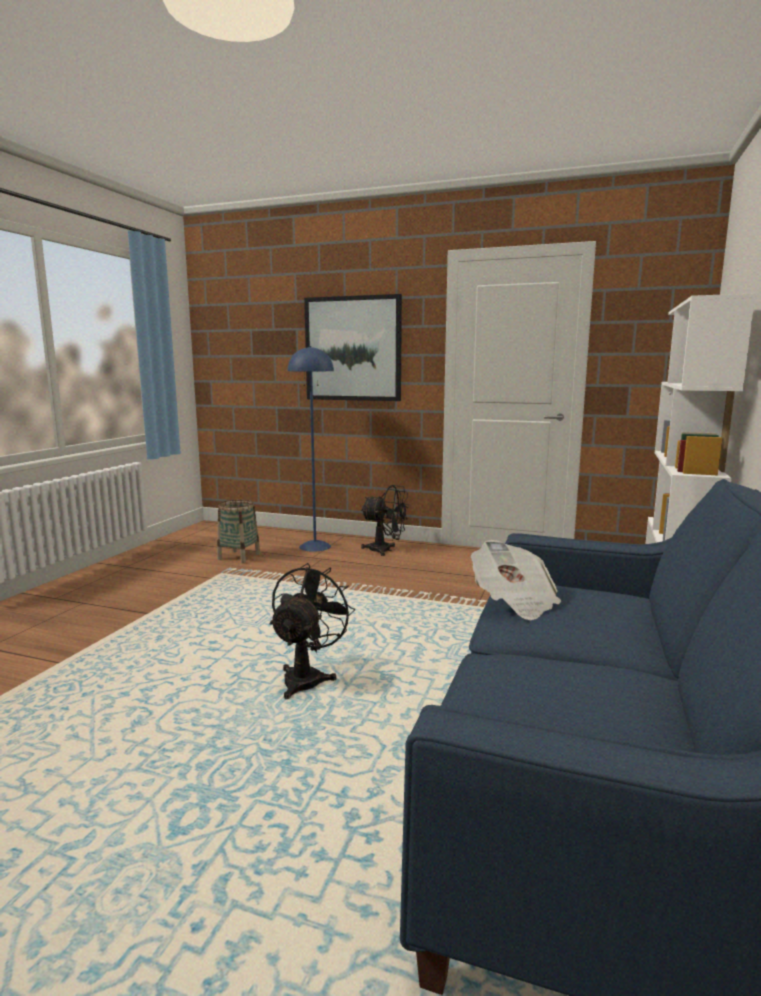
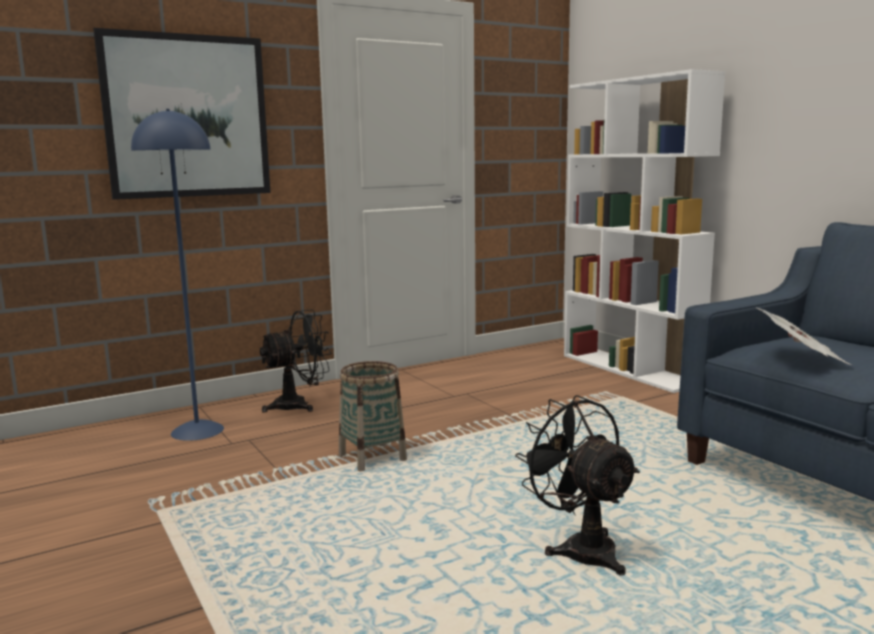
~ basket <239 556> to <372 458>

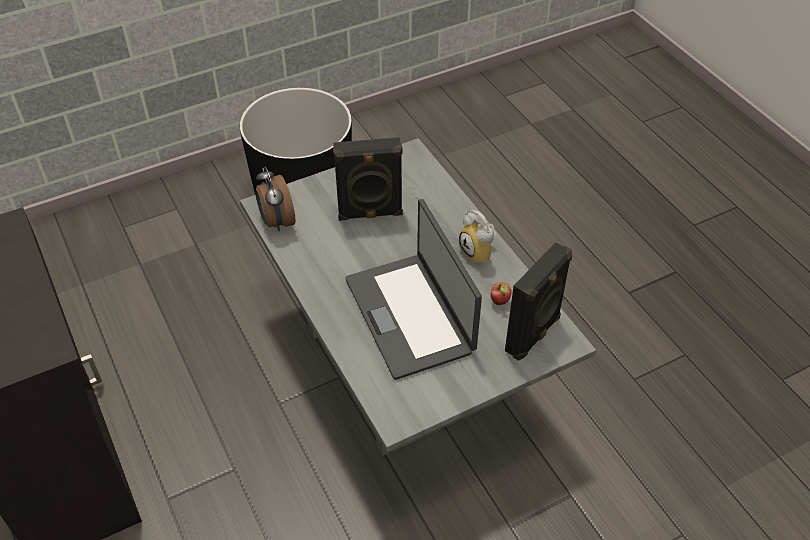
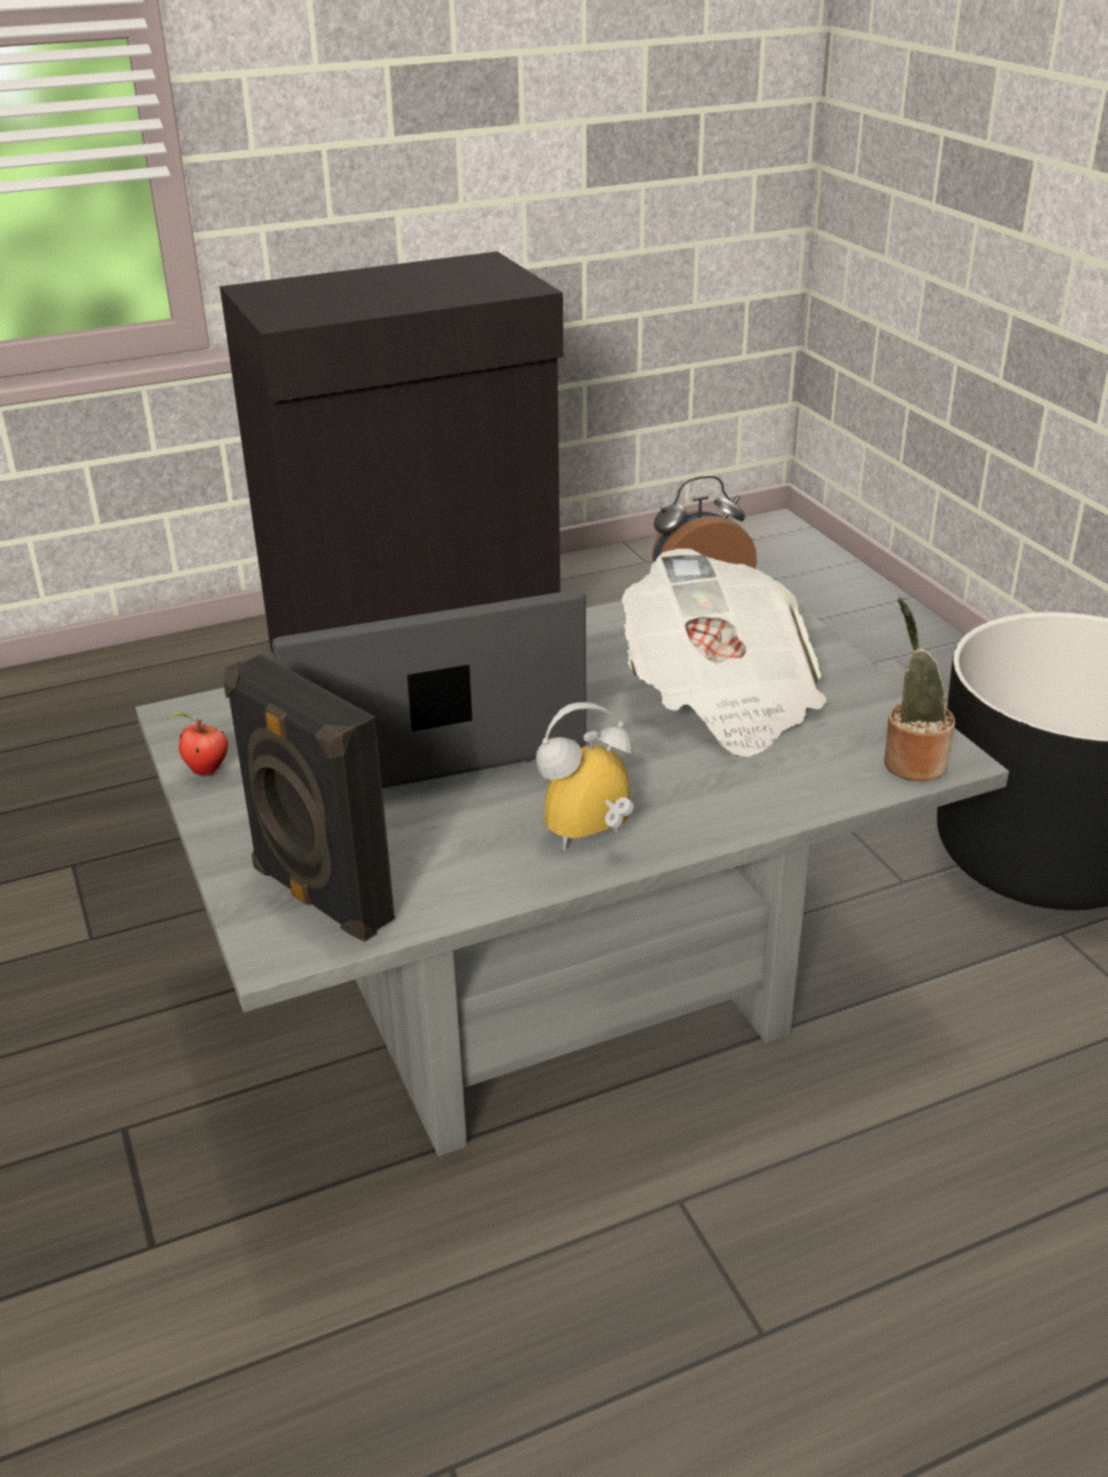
~ black-coloured loudspeaker <370 214> to printed paper <721 699>
~ apple fruit <500 302> to <204 770>
+ houseplant <910 762>

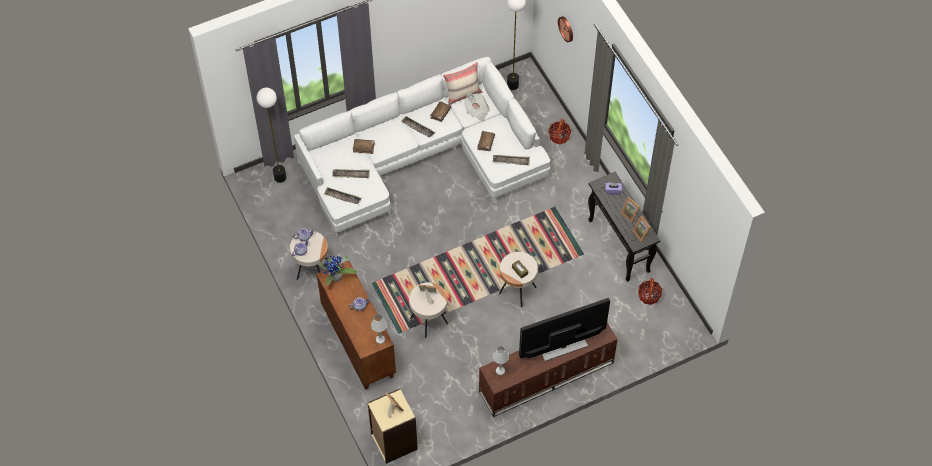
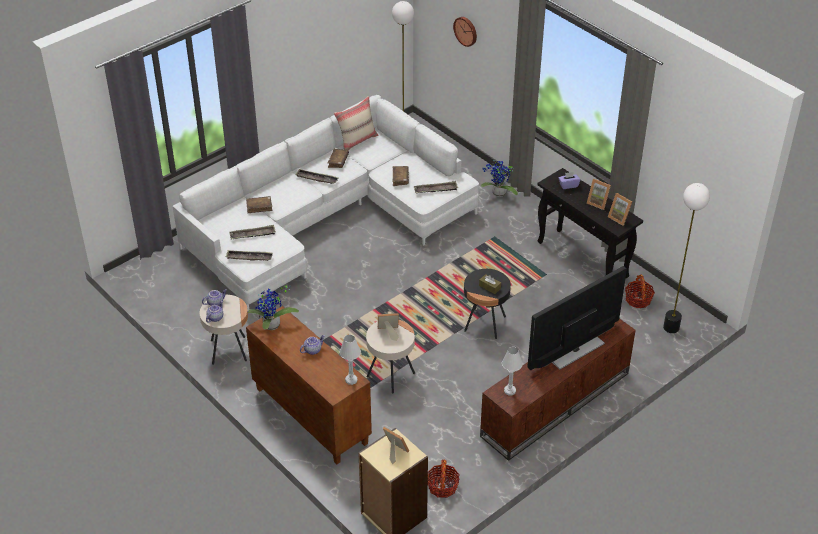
~ standing lamp <280 177> to <671 327>
- printed paper <477 111>
~ basket <559 136> to <442 486>
~ sand-coloured end table <517 290> to black-coloured end table <485 324>
+ houseplant <498 194>

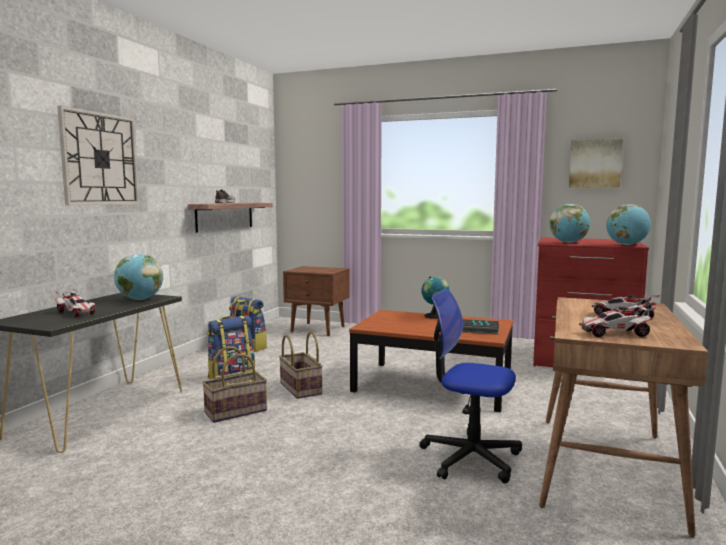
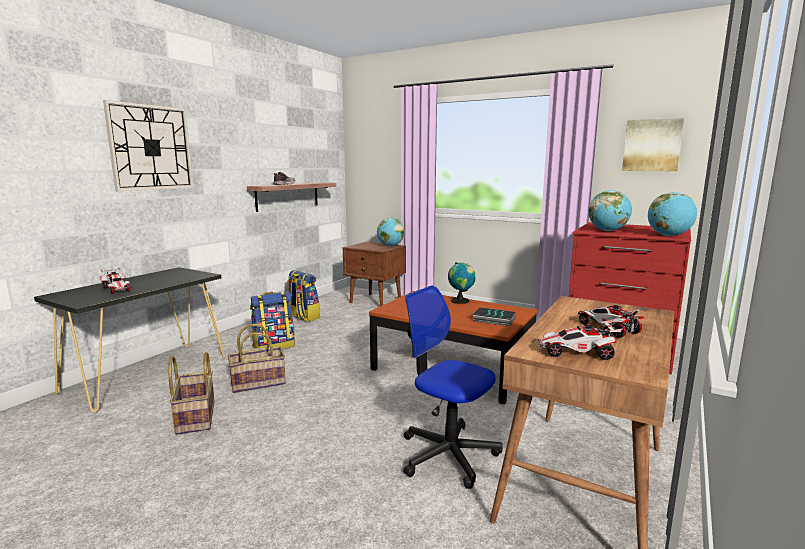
~ desk globe <140 299> to <390 246>
~ basket <299 388> to <194 417>

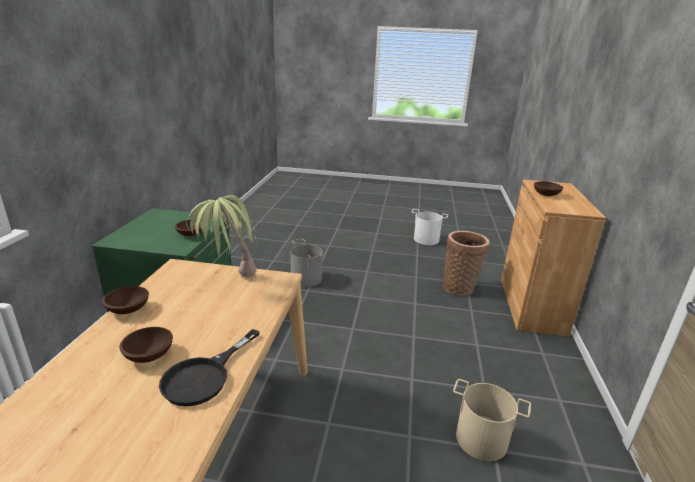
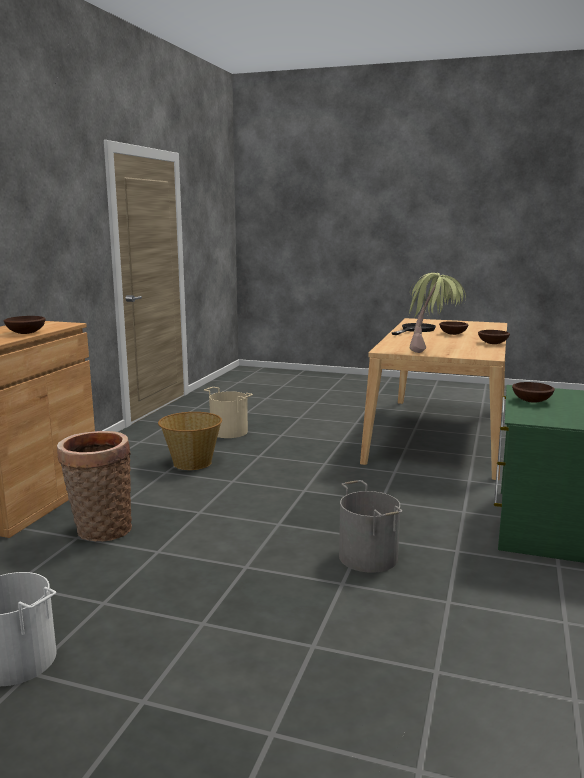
+ basket <192 463>

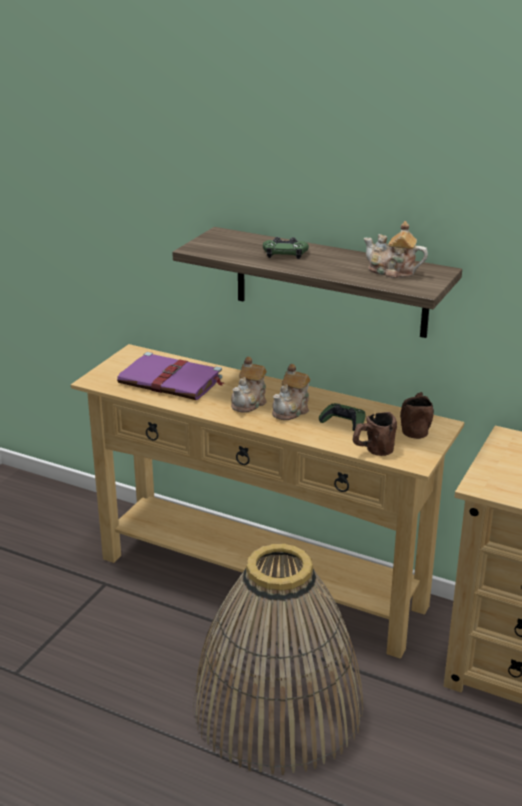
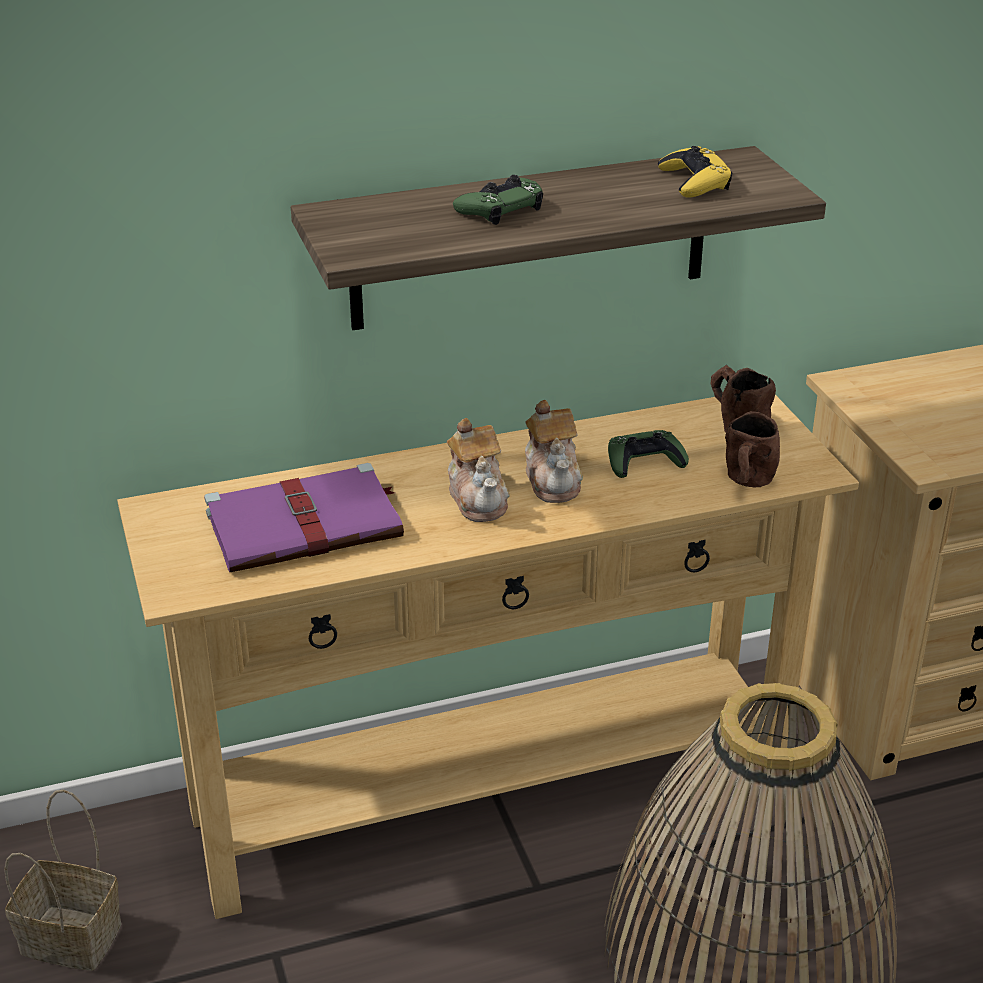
~ pot for tea <392 271> to yellow gamepad <694 182>
+ basket <67 939>

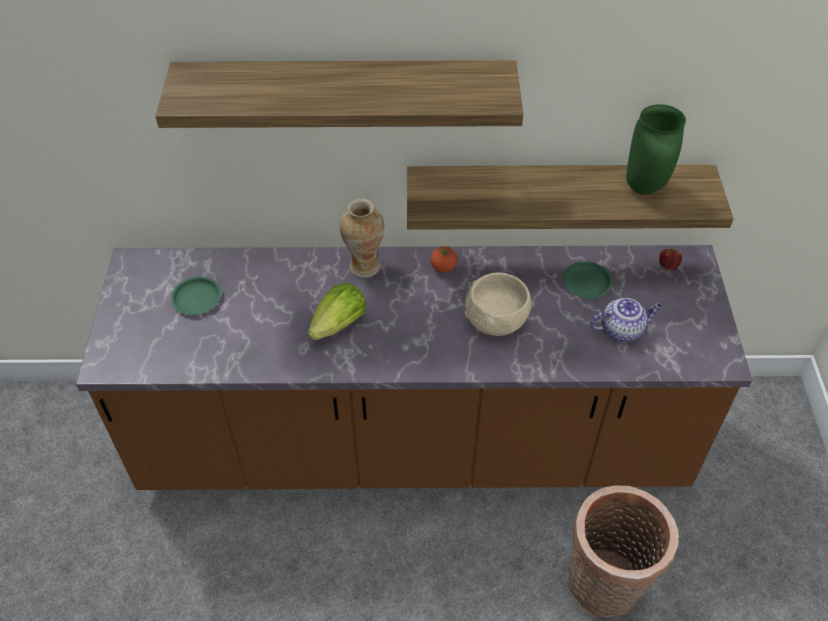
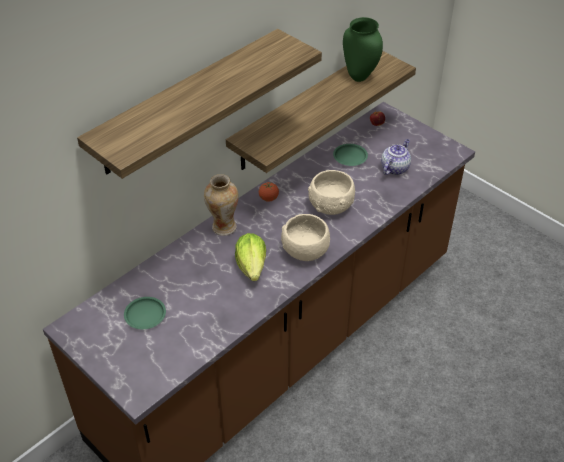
- basket <604 587>
+ sand-coloured serving bowl <304 251>

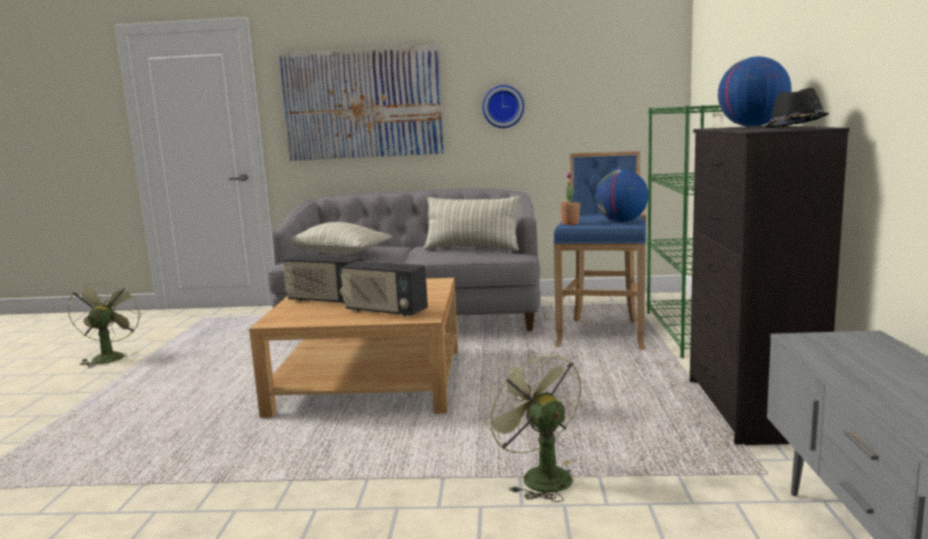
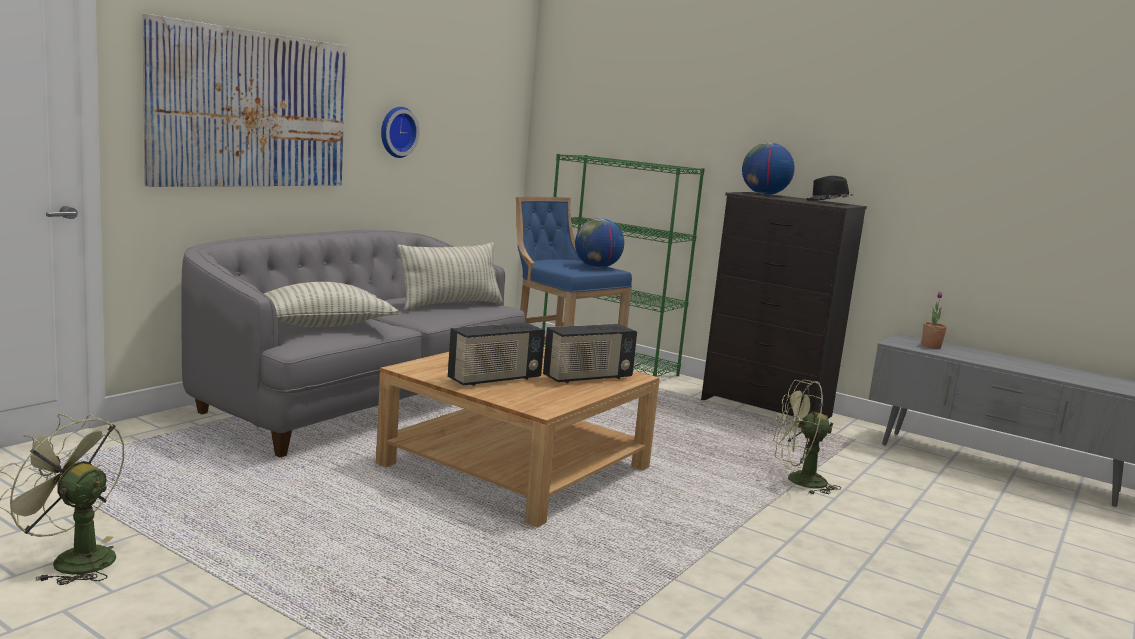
~ houseplant <570 223> to <931 346>

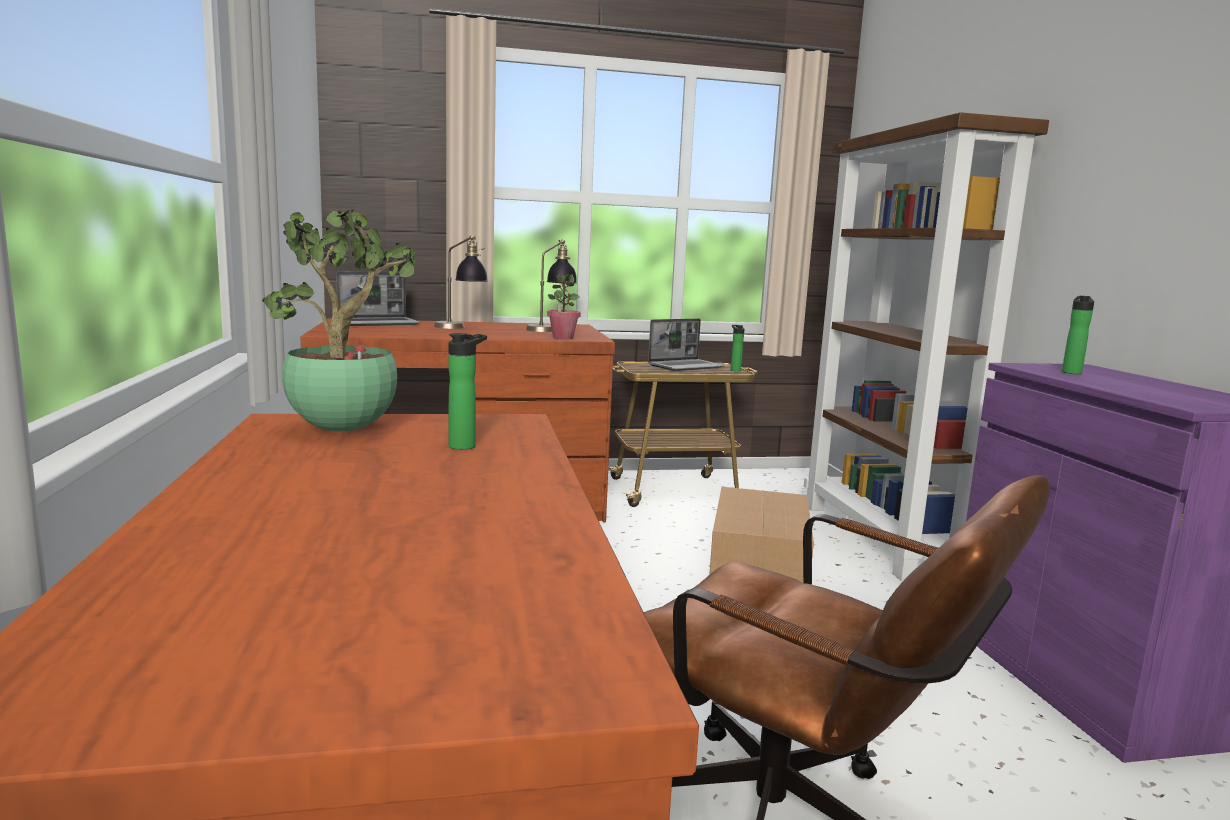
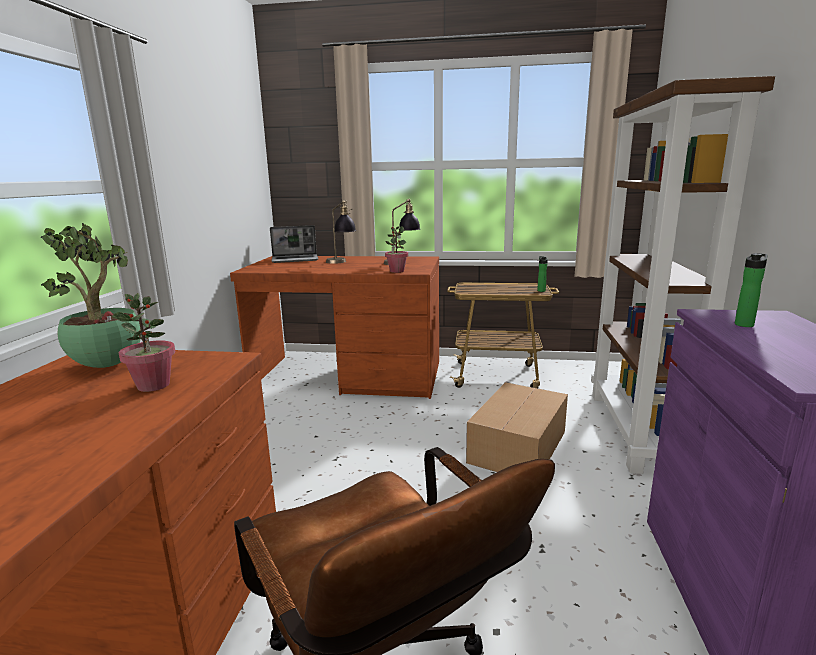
- laptop <686 366>
~ beverage bottle <466 446> to houseplant <153 385>

